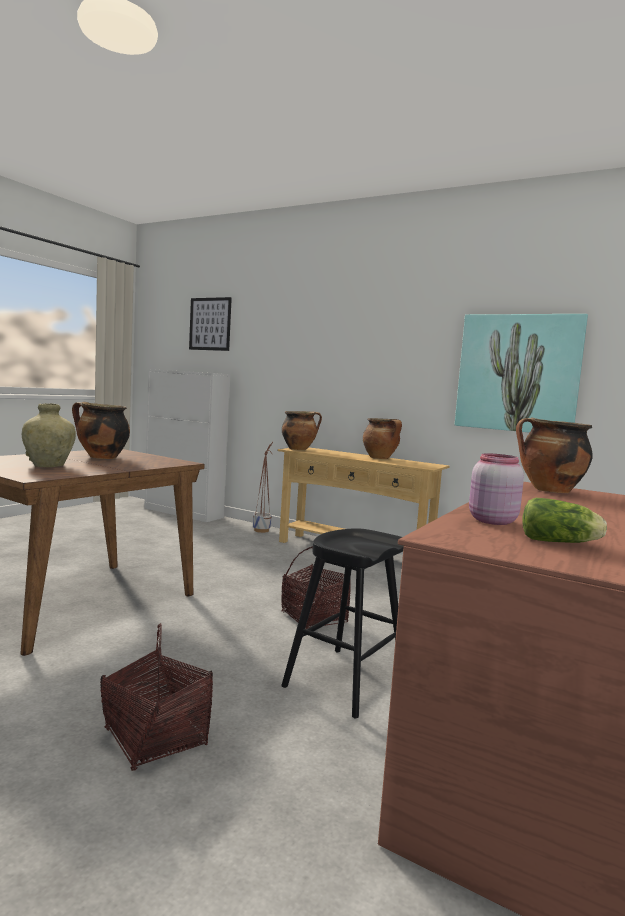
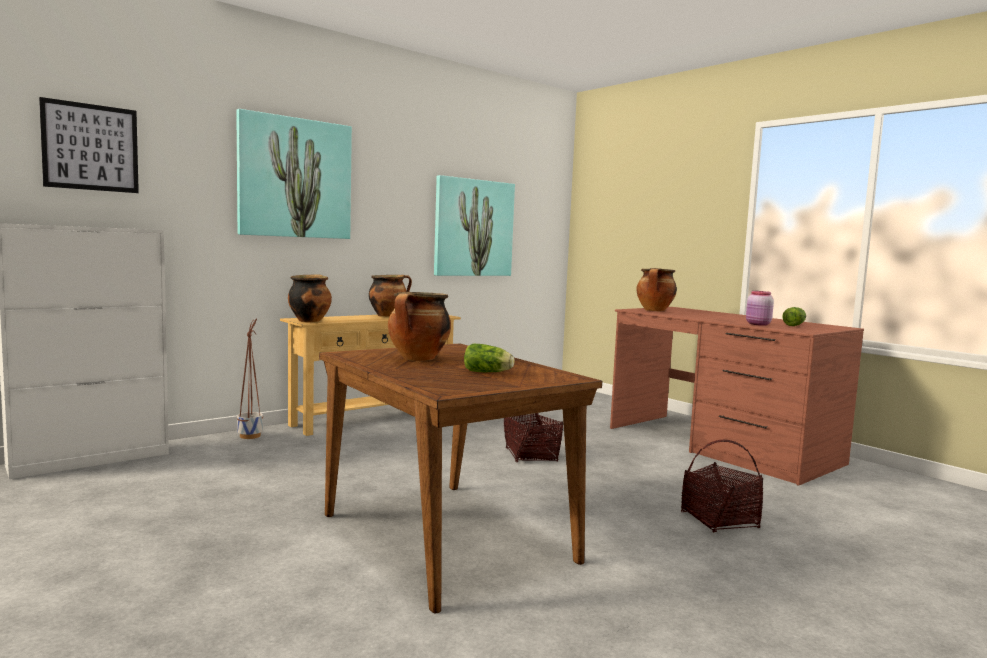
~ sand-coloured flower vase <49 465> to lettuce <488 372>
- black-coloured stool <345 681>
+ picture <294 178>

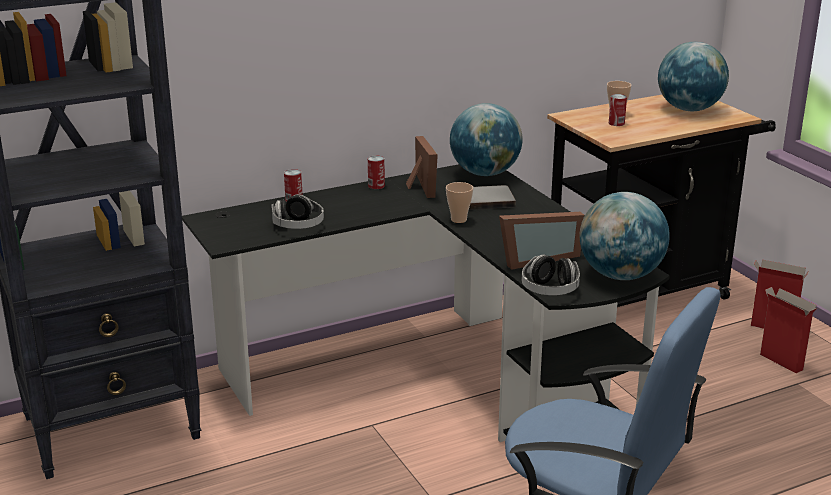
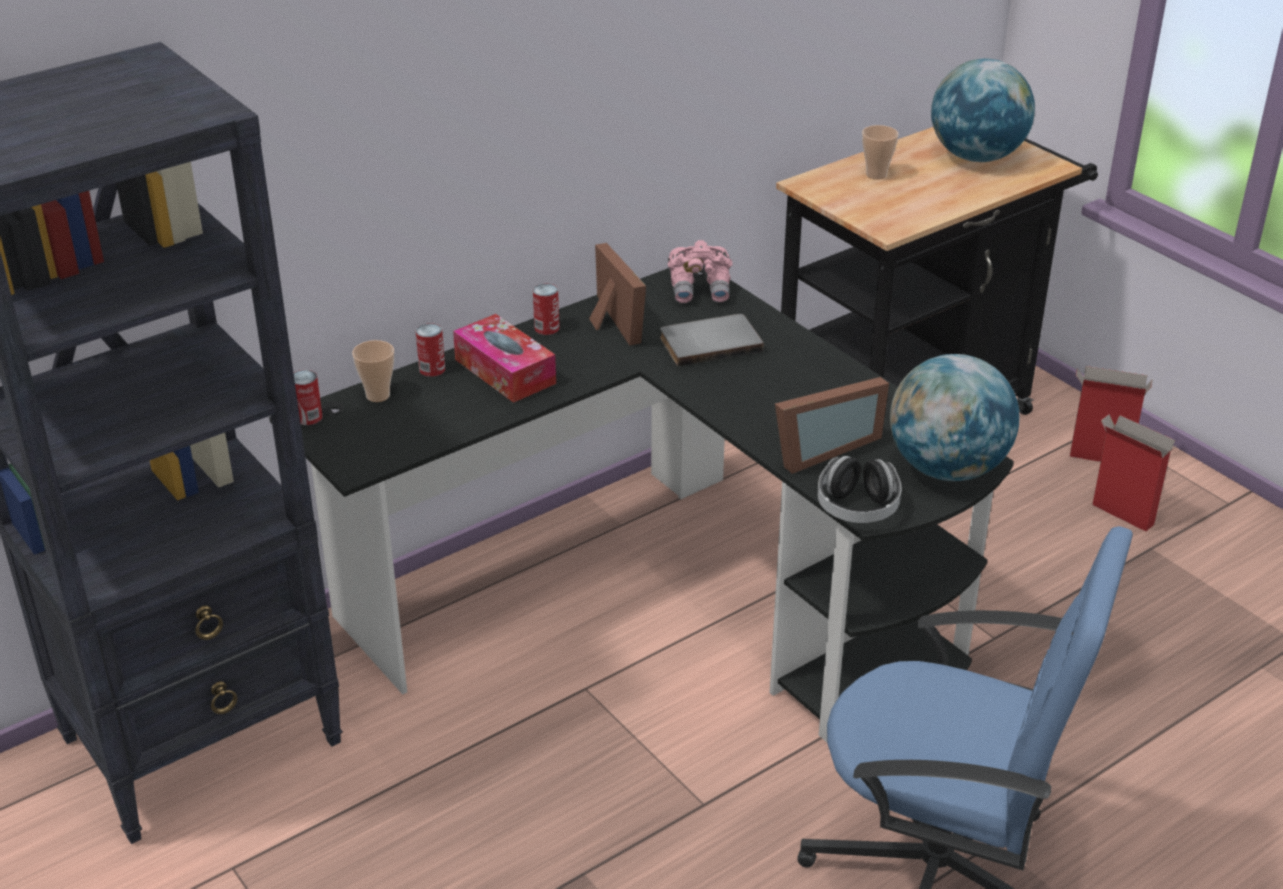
~ metal can <616 123> to <308 417>
~ desk globe <485 173> to pinkish pair of binoculars <700 289>
~ small cup <458 220> to <378 395>
- headphones <298 226>
+ box of tissues <505 371>

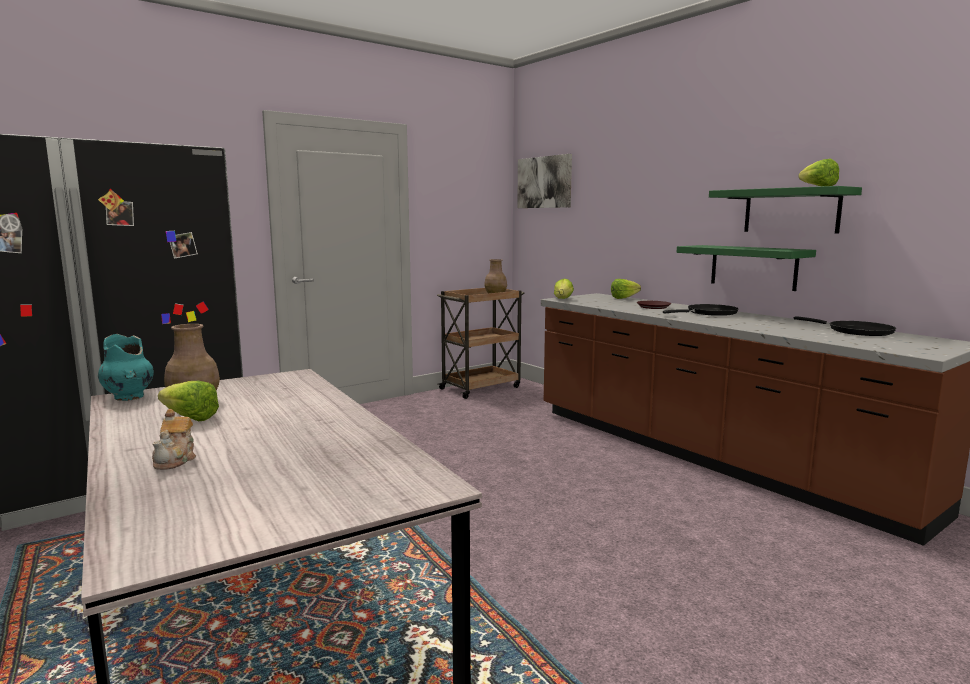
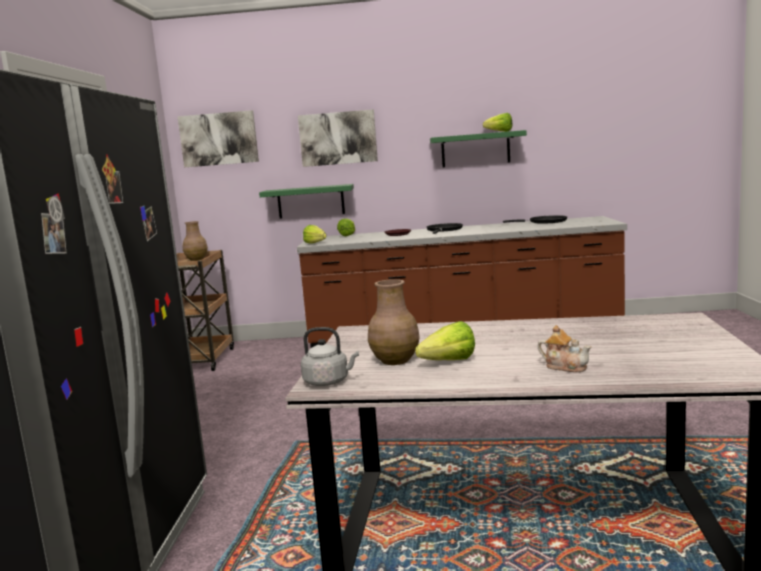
~ green-coloured wall shelf <753 267> to <311 201>
~ blue-green flower vase <129 397> to greyish water kettle <328 382>
+ picture <338 138>

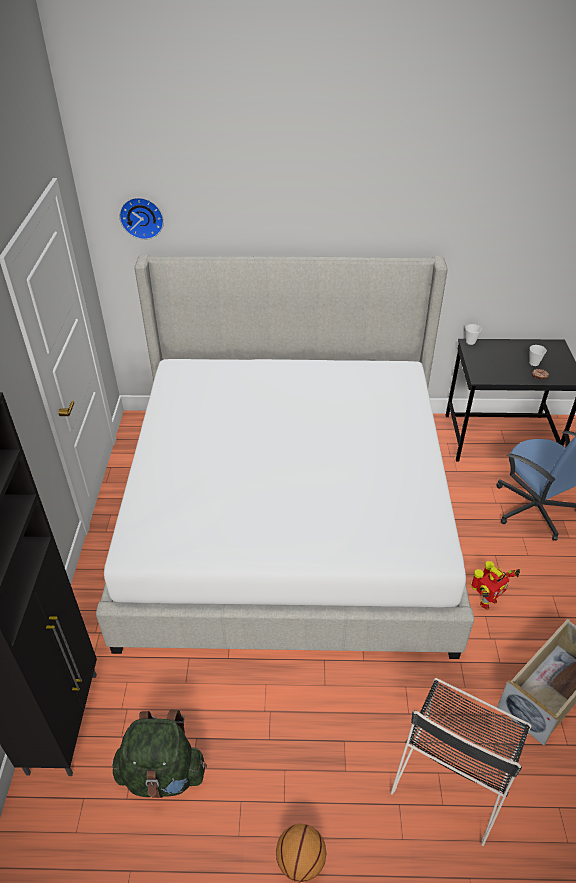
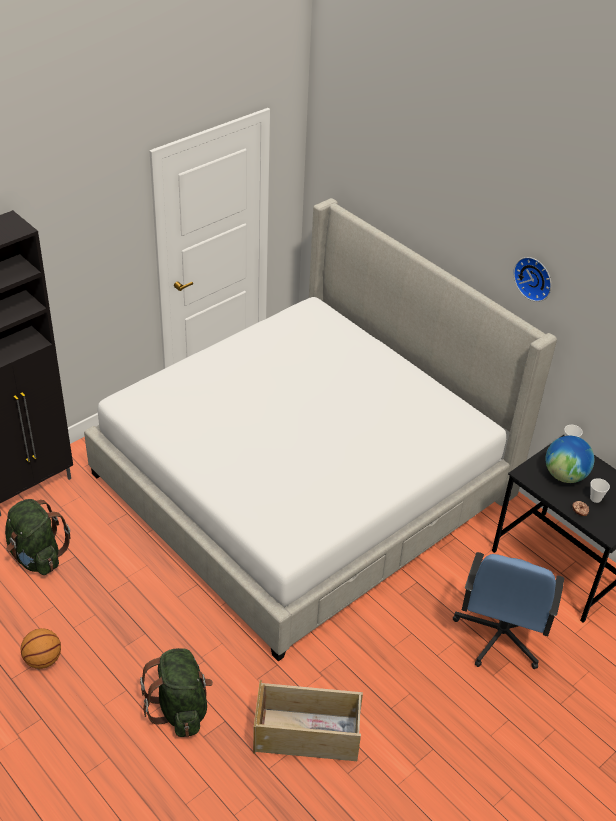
~ hanging clock <142 217> to <534 278>
- model robot <486 601>
~ black-coloured chair <454 771> to green-coloured backpack <180 708>
+ desk globe <565 475>

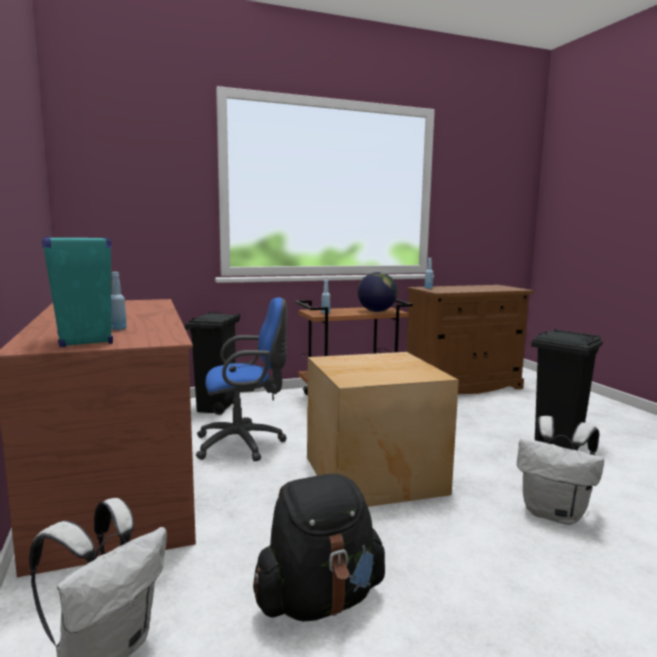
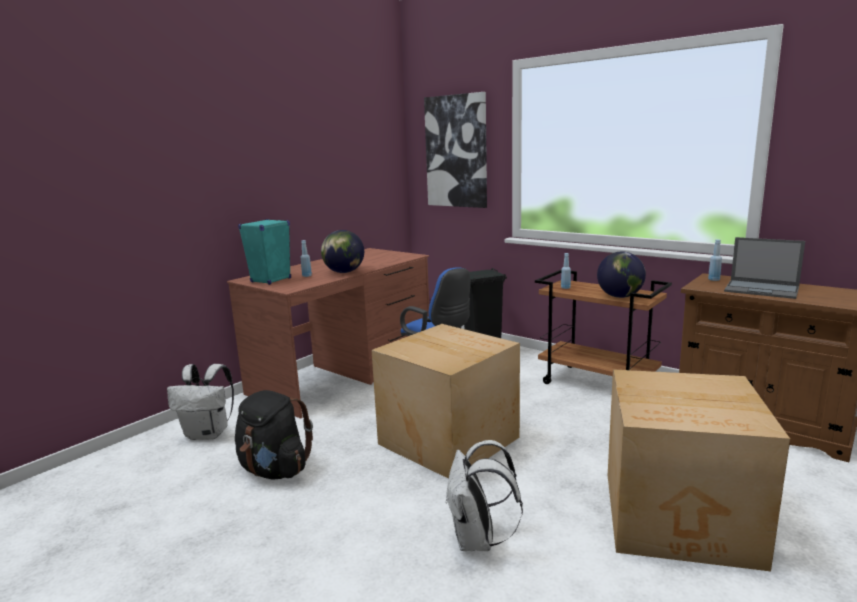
~ black-coloured waste bin <558 441> to carton <681 518>
+ picture <456 151>
+ desk globe <344 272>
+ laptop <762 289>

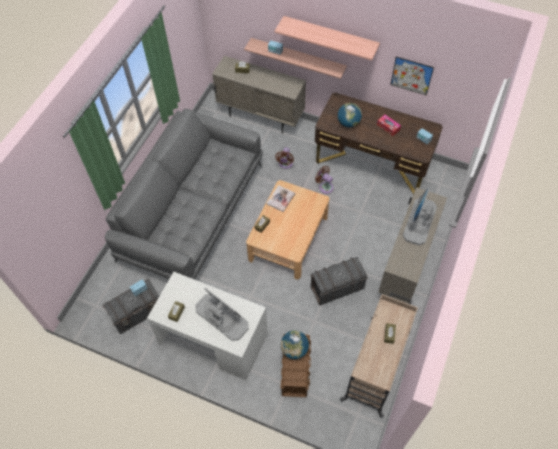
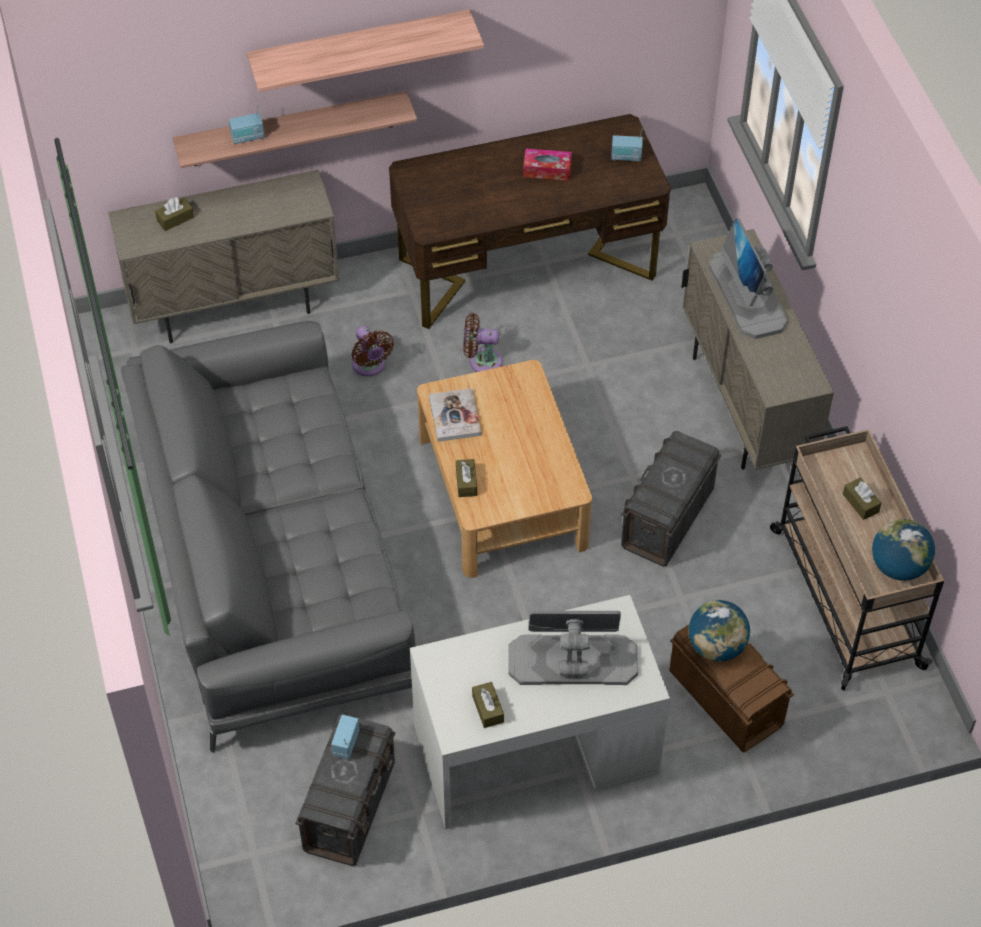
- picture <411 76>
~ desk globe <348 123> to <898 567>

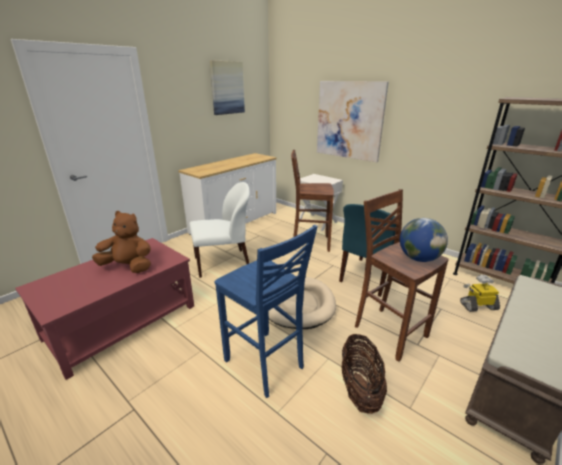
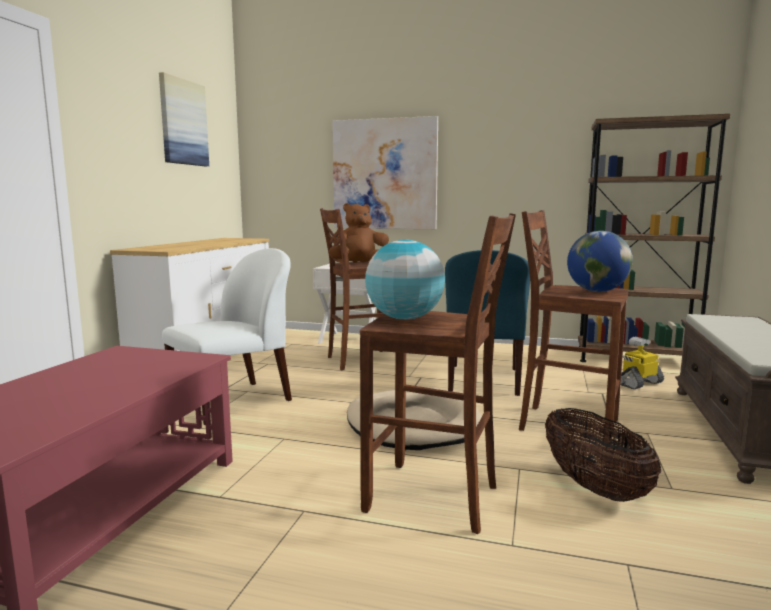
~ brown-coloured cuddly toy <128 267> to <360 264>
~ blue-coloured stool <265 364> to brown-coloured stool <435 498>
+ desk globe <405 318>

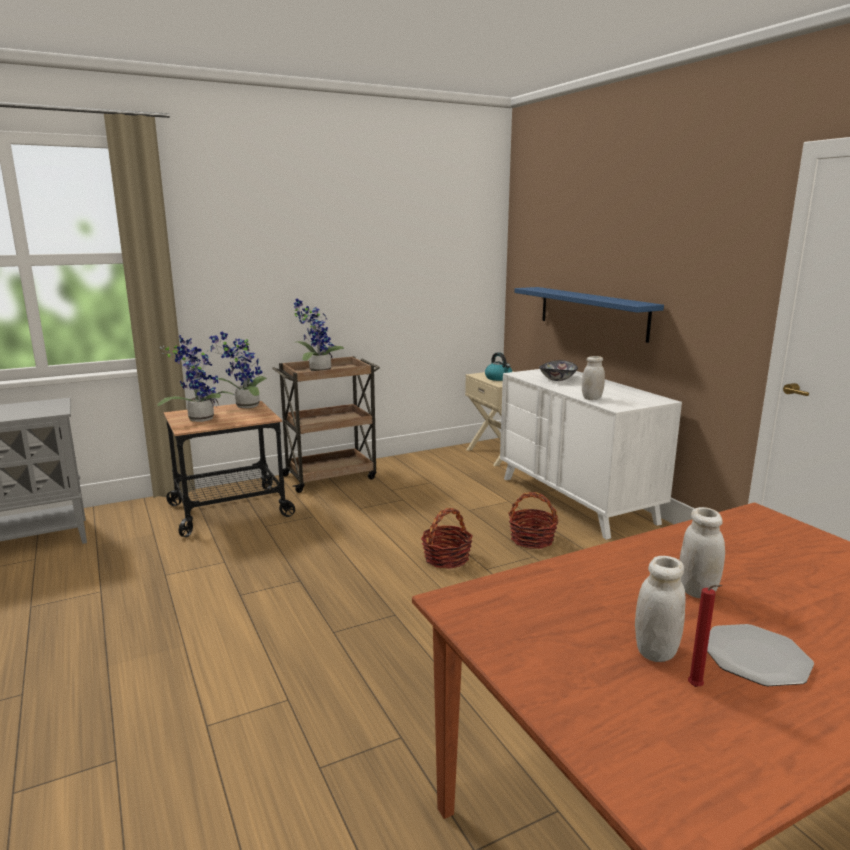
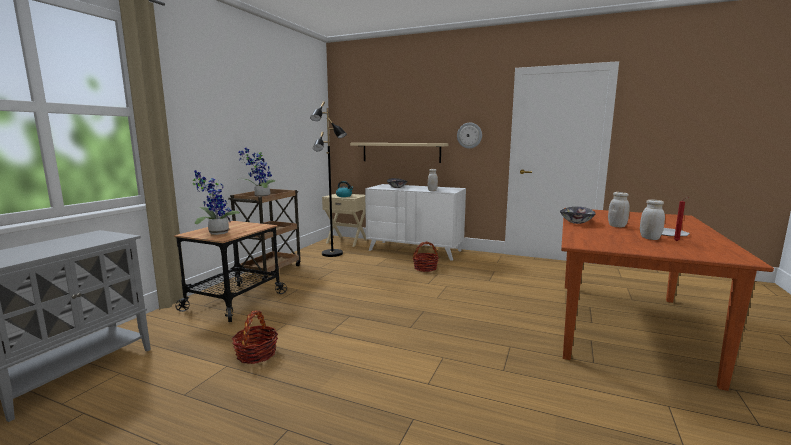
~ blue-coloured wall shelf <592 312> to sand-coloured wall shelf <401 152>
- houseplant <244 406>
~ basket <446 558> to <256 354>
+ black-coloured standing lamp <332 254>
+ hanging clock <469 135>
+ serving bowl <577 222>

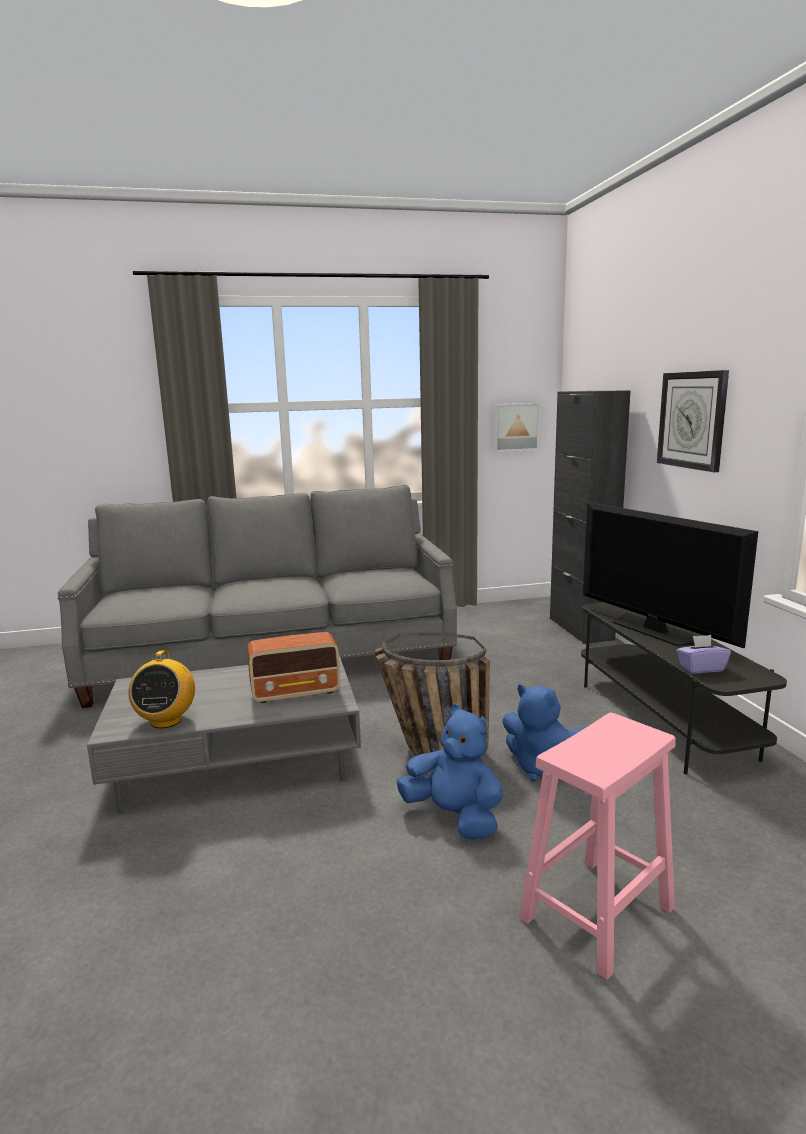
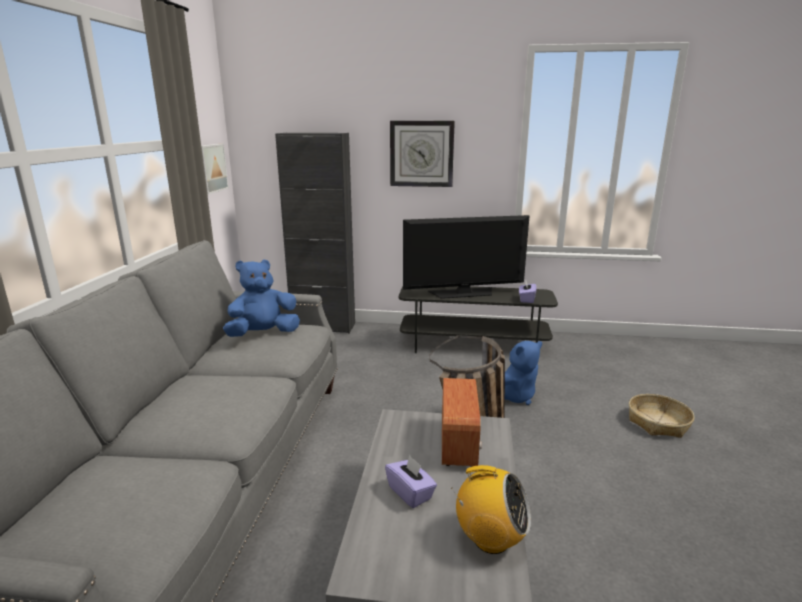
~ blue-coloured cuddly toy <454 817> to <263 334>
~ pinkish stool <596 915> to basket <658 423>
+ purple box of tissues <410 493>

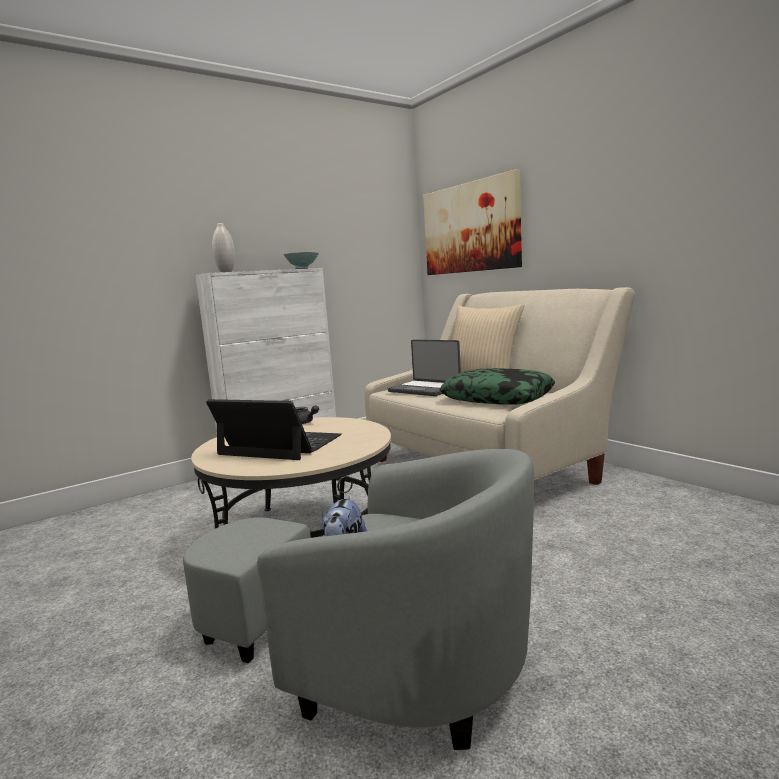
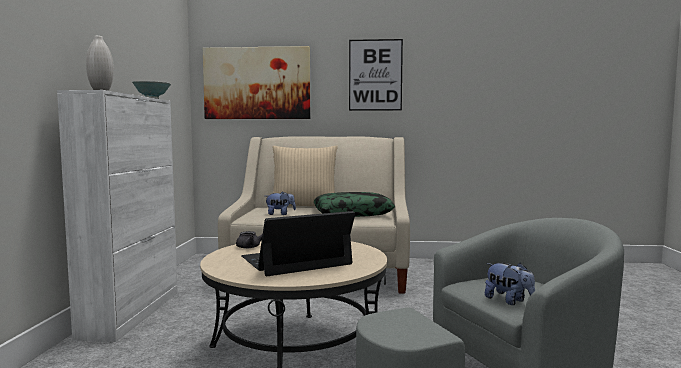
~ laptop <425 389> to cuddly toy <280 214>
+ picture <375 75>

